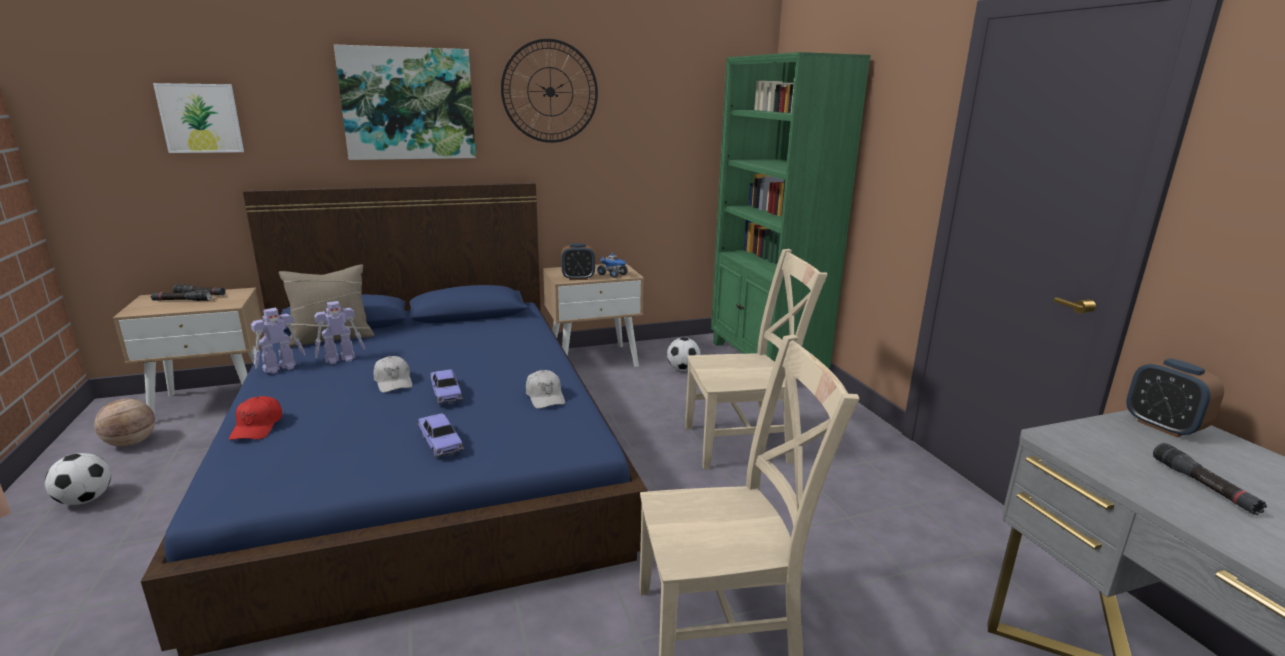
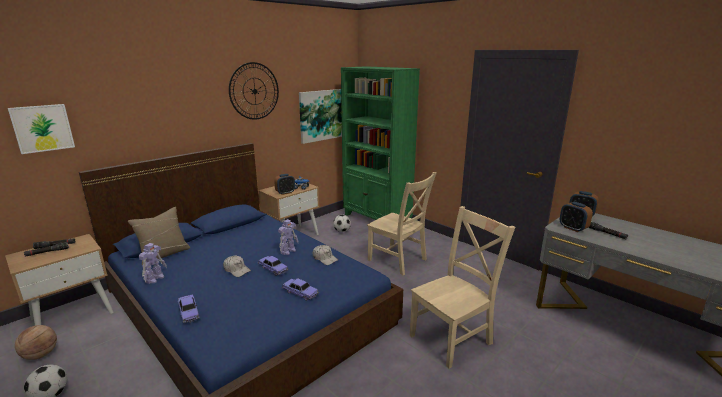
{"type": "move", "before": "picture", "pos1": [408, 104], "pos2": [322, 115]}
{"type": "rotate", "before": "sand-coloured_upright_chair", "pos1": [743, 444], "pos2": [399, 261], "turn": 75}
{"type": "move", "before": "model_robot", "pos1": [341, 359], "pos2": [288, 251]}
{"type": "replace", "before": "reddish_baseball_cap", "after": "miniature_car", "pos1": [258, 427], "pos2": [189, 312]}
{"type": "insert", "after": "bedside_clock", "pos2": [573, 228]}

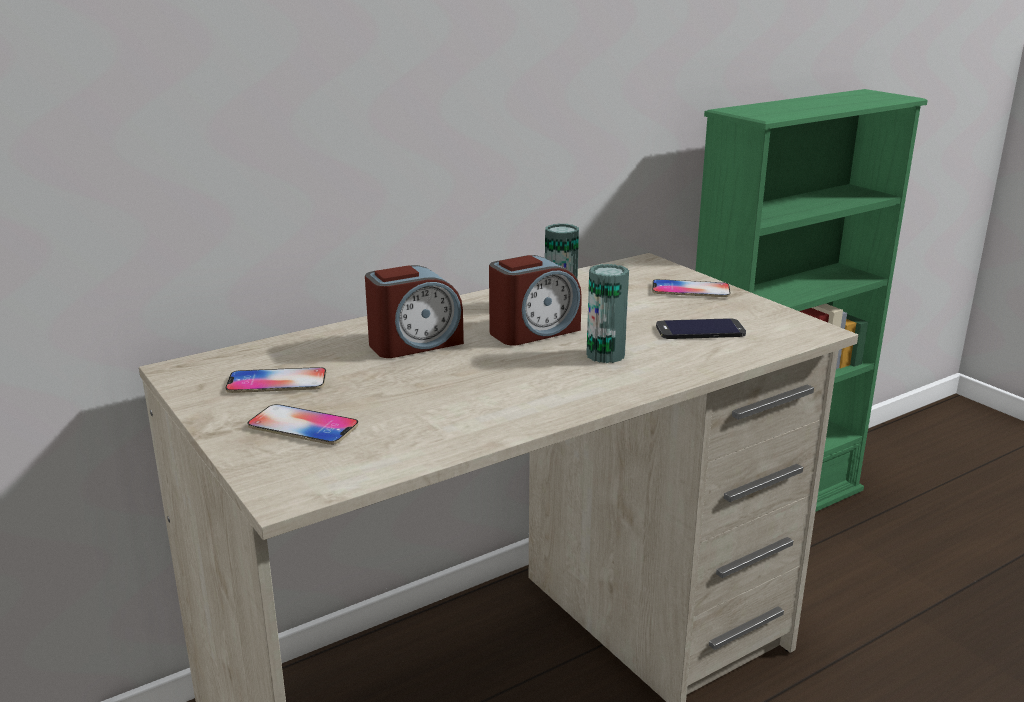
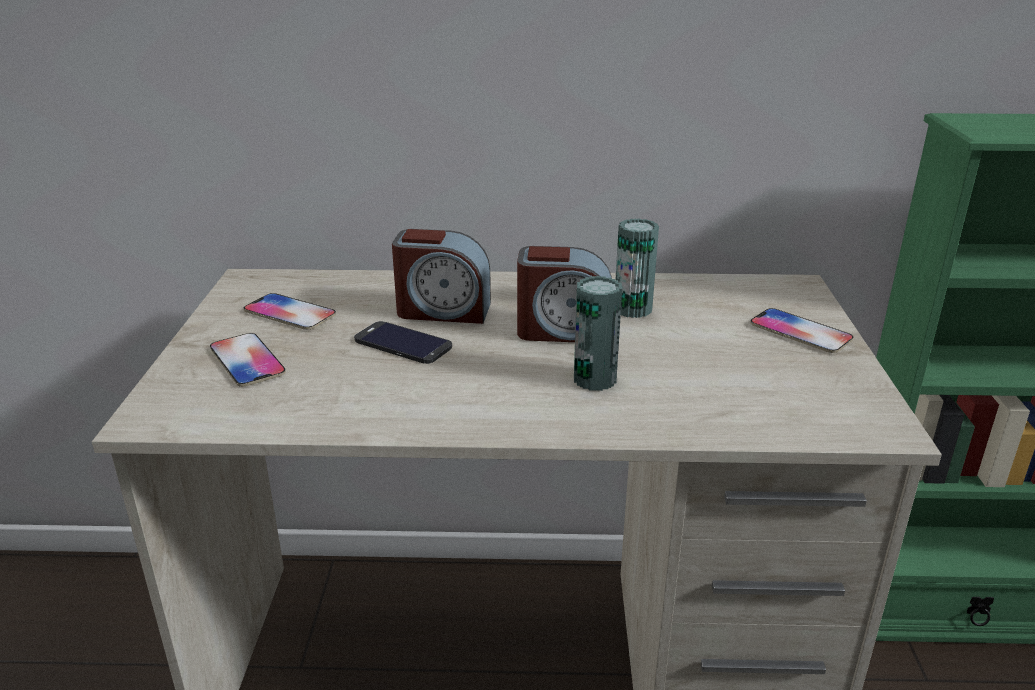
{"type": "move", "before": "phone", "pos1": [700, 330], "pos2": [403, 343]}

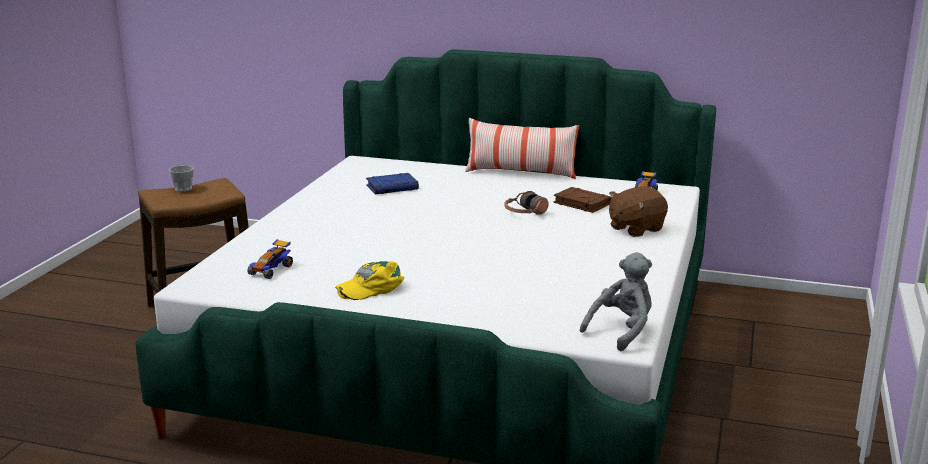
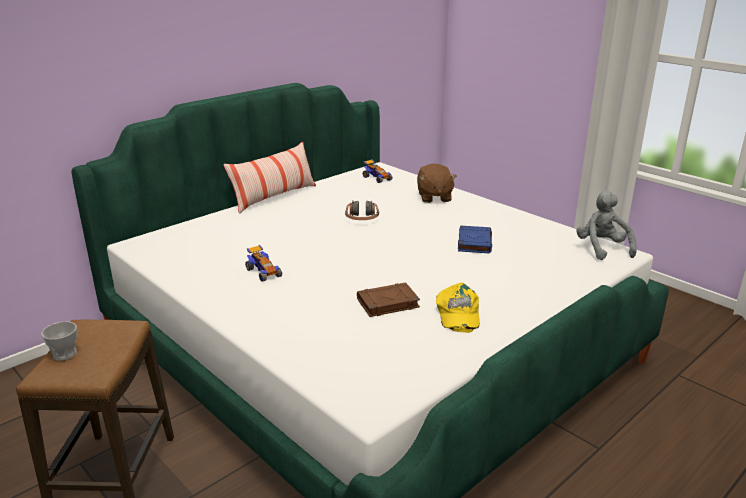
{"type": "move", "before": "blue_book", "pos1": [392, 187], "pos2": [474, 242]}
{"type": "move", "before": "brown_book", "pos1": [581, 203], "pos2": [387, 303]}
{"type": "move", "before": "miniature_car", "pos1": [271, 270], "pos2": [263, 272]}

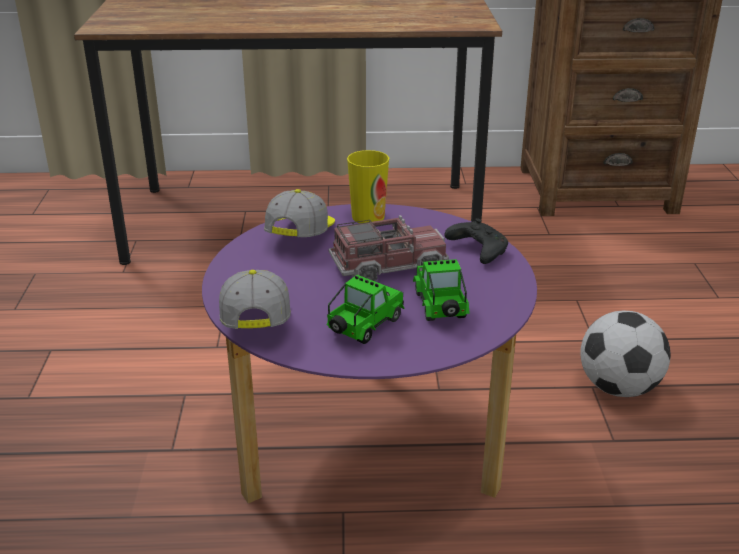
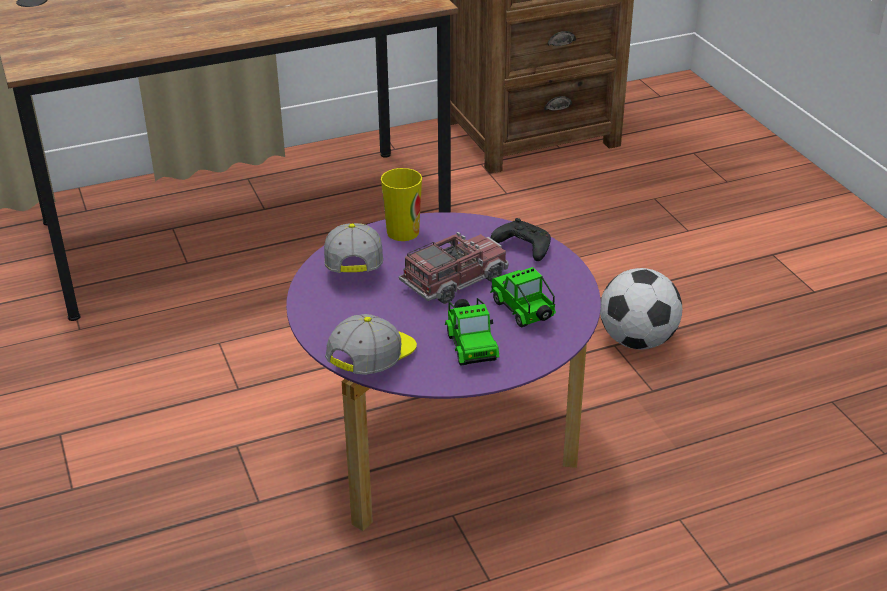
{"type": "rotate", "before": "baseball_cap", "pos1": [256, 321], "pos2": [373, 361], "turn": 60}
{"type": "rotate", "before": "miniature_car", "pos1": [363, 327], "pos2": [470, 345], "turn": 150}

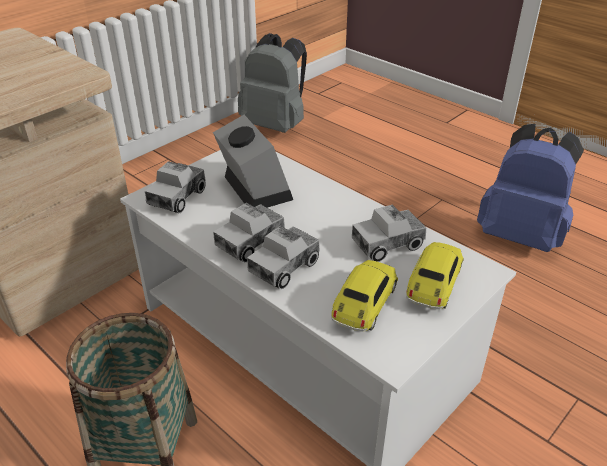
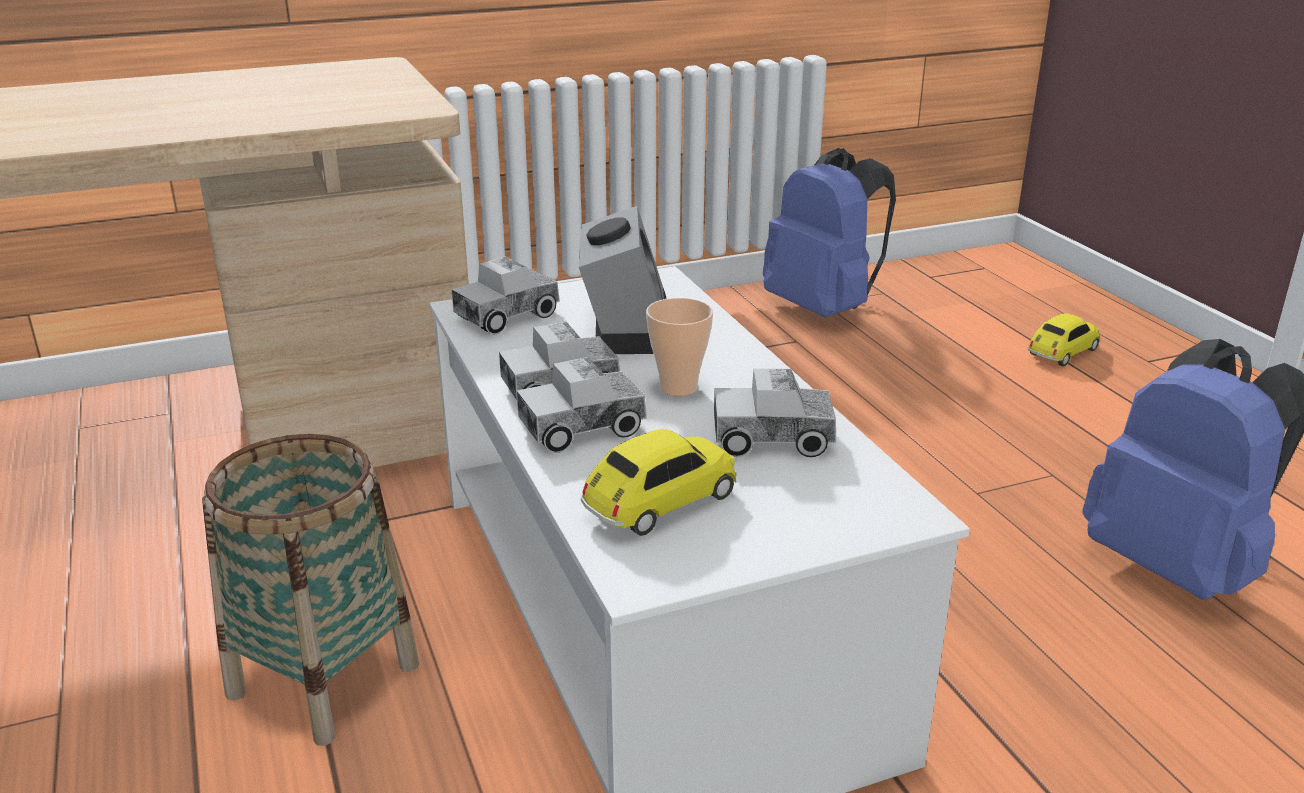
{"type": "recolor", "before": "gray_rucksack", "after": "blue_rucksack", "pos1": [276, 125], "pos2": [824, 309]}
{"type": "move", "before": "miniature_car", "pos1": [433, 285], "pos2": [1061, 353]}
{"type": "insert", "after": "small_cup", "pos2": [678, 387]}

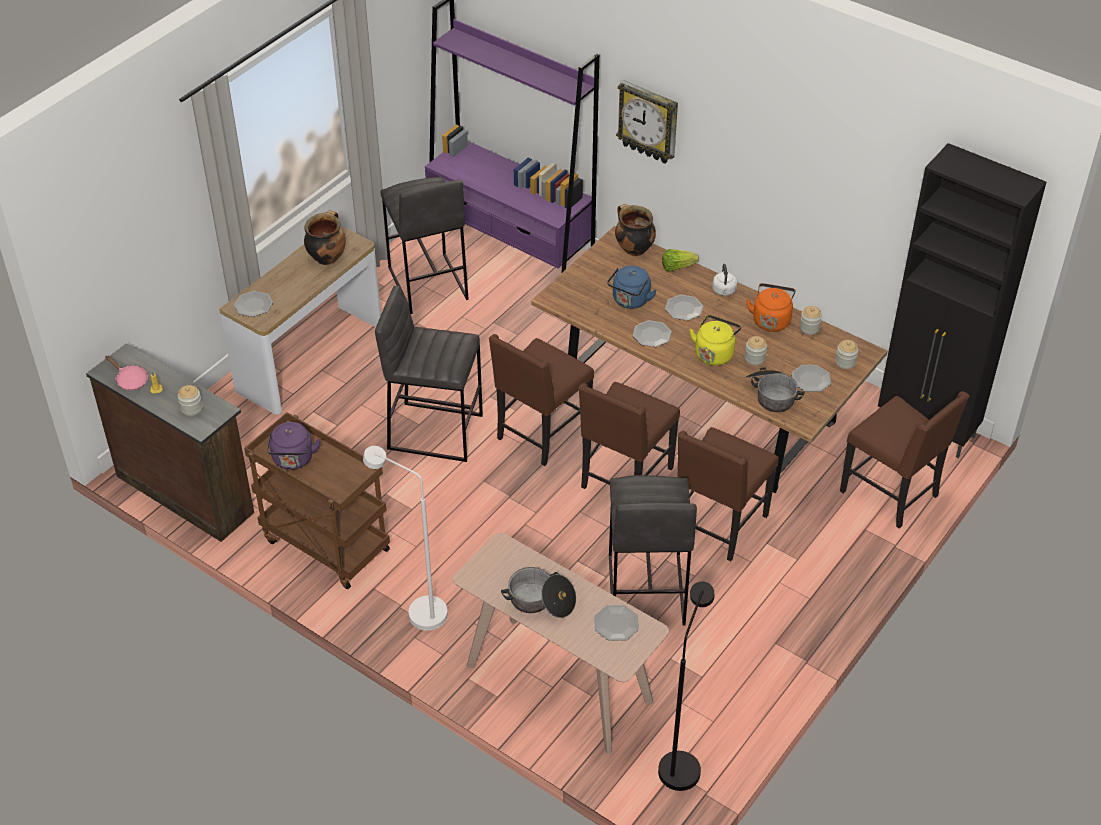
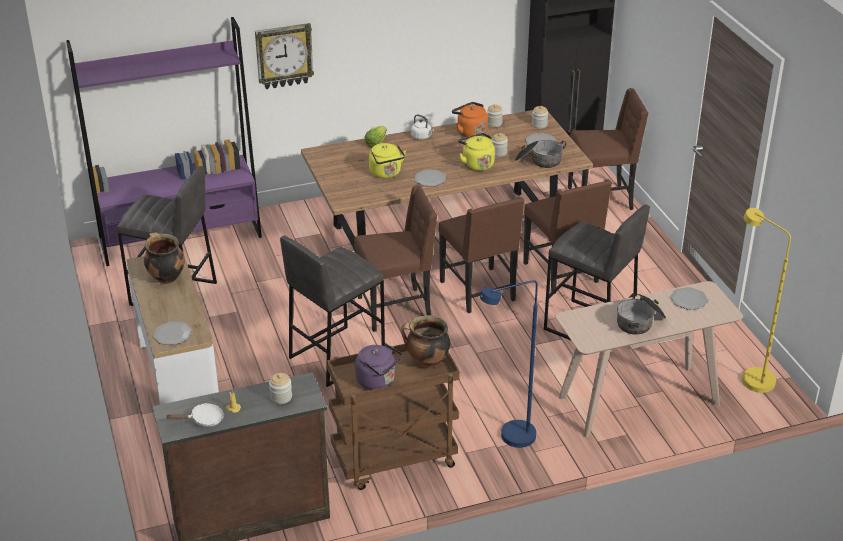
{"type": "move", "before": "cooking_pot", "pos1": [633, 249], "pos2": [426, 362]}
{"type": "recolor", "before": "blue_water_kettle", "after": "yellow-coloured_water_kettle", "pos1": [630, 301], "pos2": [386, 173]}
{"type": "delete", "before": "dinner_plate", "pos1": [684, 308]}
{"type": "rotate", "before": "brown_upright_chair", "pos1": [541, 434], "pos2": [396, 308], "turn": -90}
{"type": "recolor", "before": "pink-coloured_skillet", "after": "white_skillet", "pos1": [130, 380], "pos2": [203, 420]}
{"type": "recolor", "before": "white_floor_lamp", "after": "blue_floor_lamp", "pos1": [417, 611], "pos2": [509, 439]}
{"type": "recolor", "before": "black-coloured_floor_lamp", "after": "yellow-coloured_floor_lamp", "pos1": [681, 762], "pos2": [750, 377]}

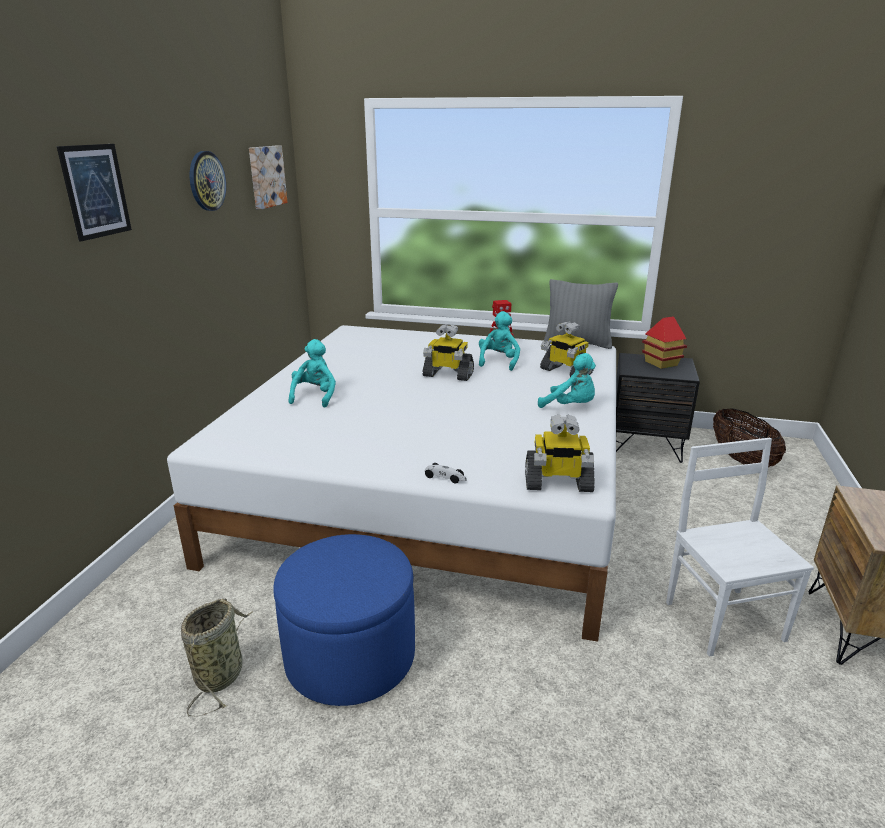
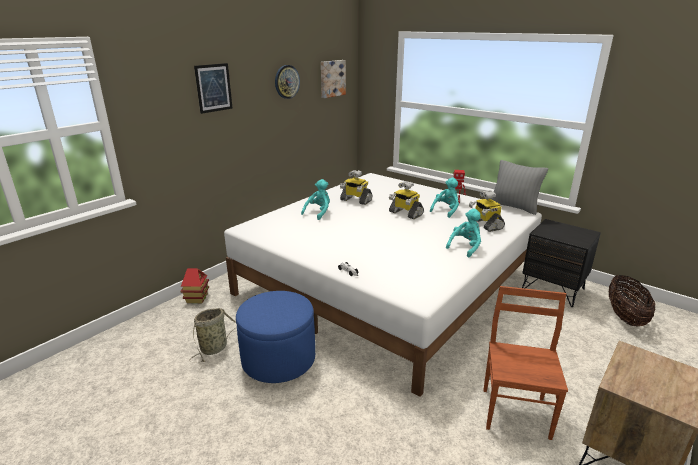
{"type": "move", "before": "miniature_house", "pos1": [661, 363], "pos2": [197, 298]}
{"type": "rotate", "before": "turquoise_plush_toy", "pos1": [570, 406], "pos2": [465, 247], "turn": -105}
{"type": "move", "before": "model_robot", "pos1": [557, 483], "pos2": [355, 200]}
{"type": "recolor", "before": "white_upright_chair", "after": "brown_upright_chair", "pos1": [724, 619], "pos2": [516, 412]}

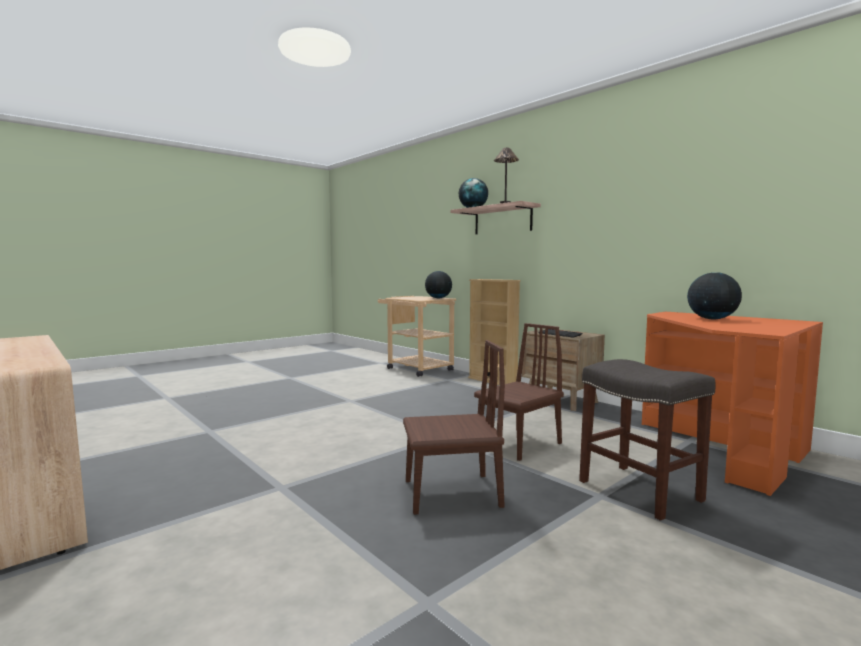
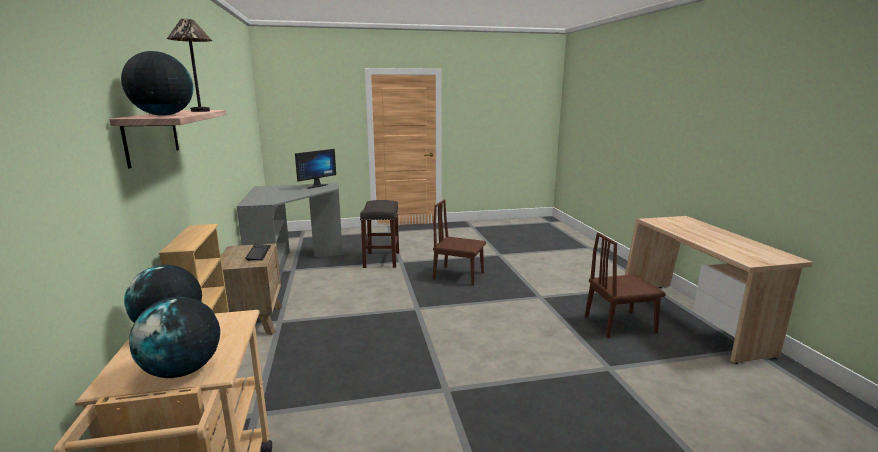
{"type": "move", "before": "globe", "pos1": [712, 319], "pos2": [183, 370]}
{"type": "recolor", "before": "orange-coloured_desk_unit", "after": "gray_desk_unit", "pos1": [719, 447], "pos2": [293, 264]}
{"type": "move", "before": "brown_upright_chair", "pos1": [518, 443], "pos2": [620, 324]}
{"type": "insert", "after": "computer_display", "pos2": [315, 186]}

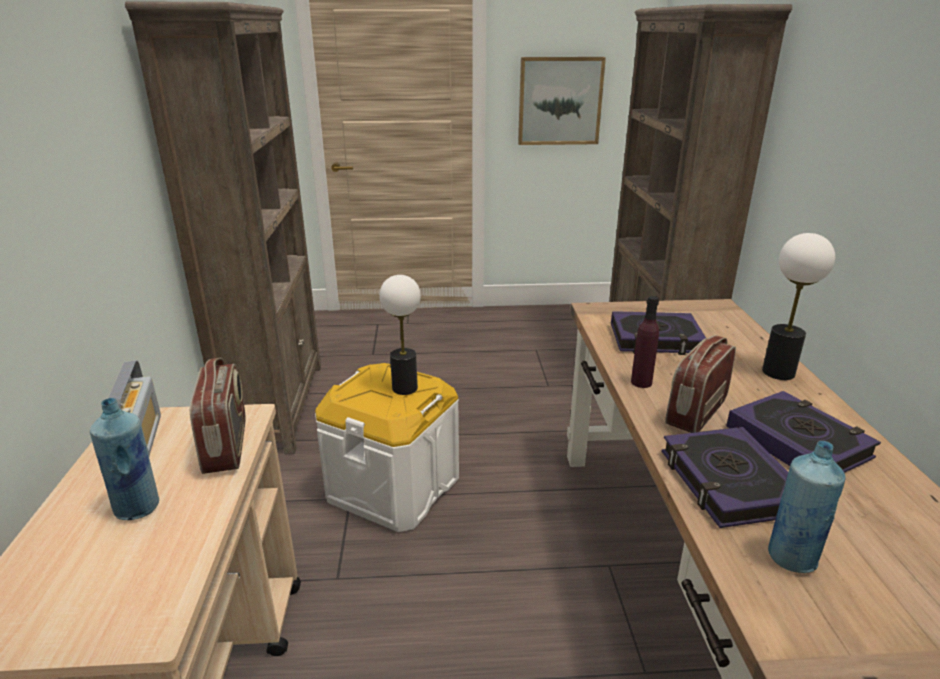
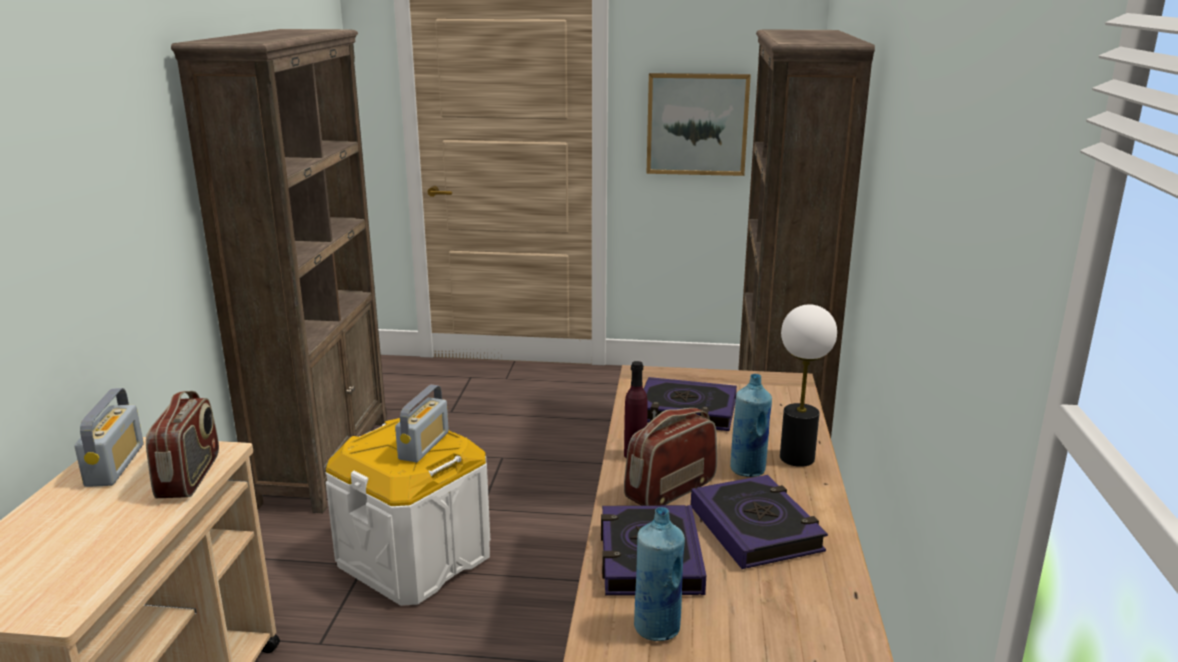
{"type": "replace", "before": "tabletop_lamp", "after": "radio_receiver", "pos1": [404, 388], "pos2": [424, 445]}
{"type": "move", "before": "blue_drink_bottle", "pos1": [138, 508], "pos2": [748, 470]}

